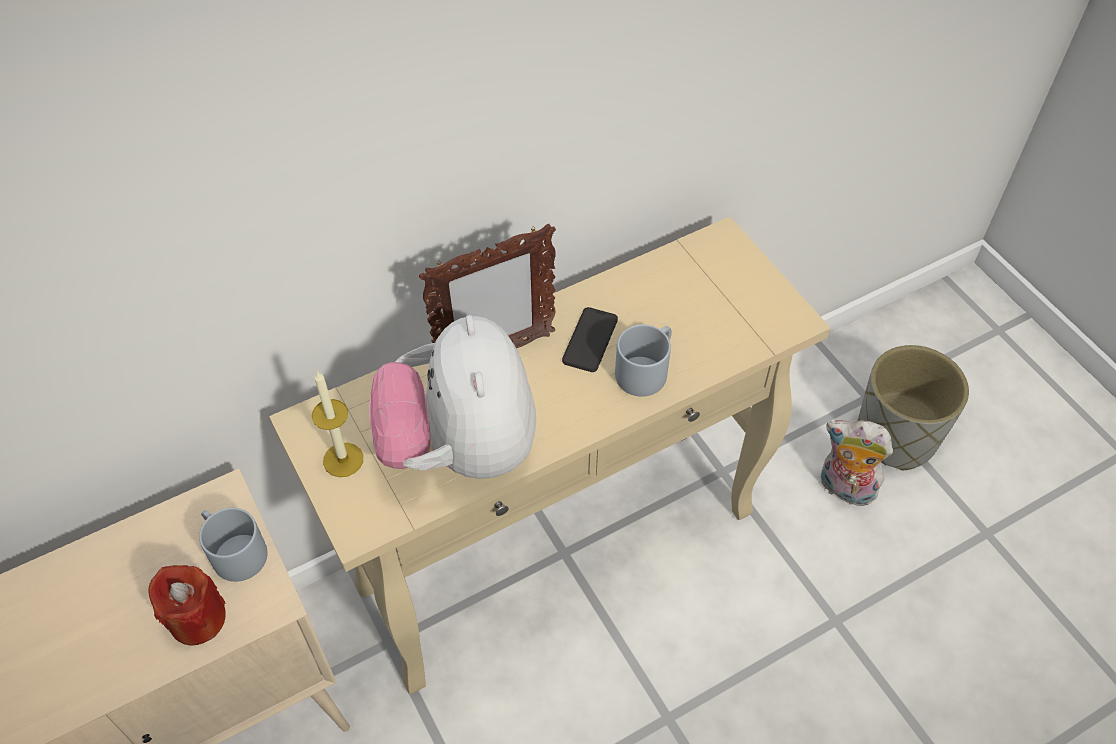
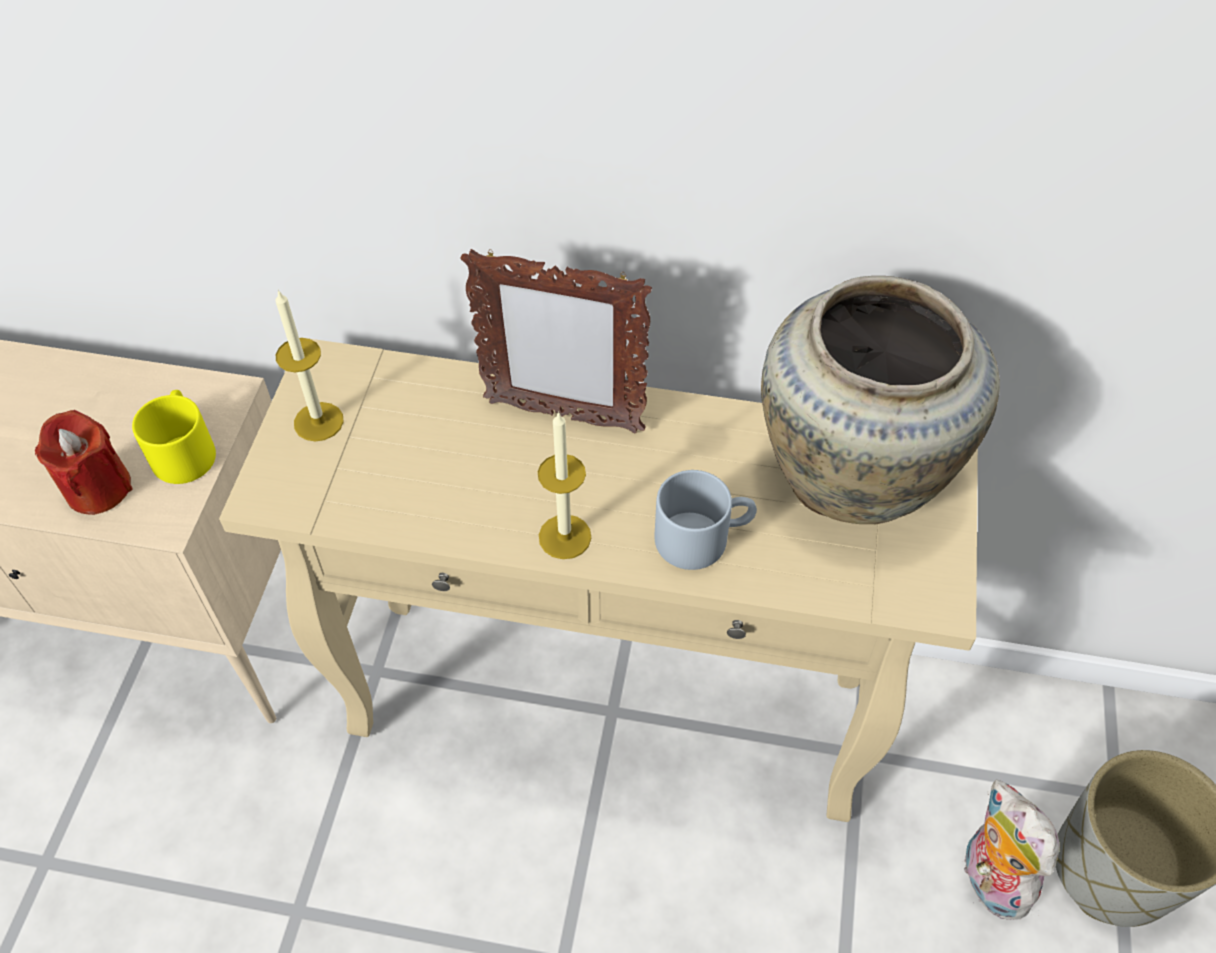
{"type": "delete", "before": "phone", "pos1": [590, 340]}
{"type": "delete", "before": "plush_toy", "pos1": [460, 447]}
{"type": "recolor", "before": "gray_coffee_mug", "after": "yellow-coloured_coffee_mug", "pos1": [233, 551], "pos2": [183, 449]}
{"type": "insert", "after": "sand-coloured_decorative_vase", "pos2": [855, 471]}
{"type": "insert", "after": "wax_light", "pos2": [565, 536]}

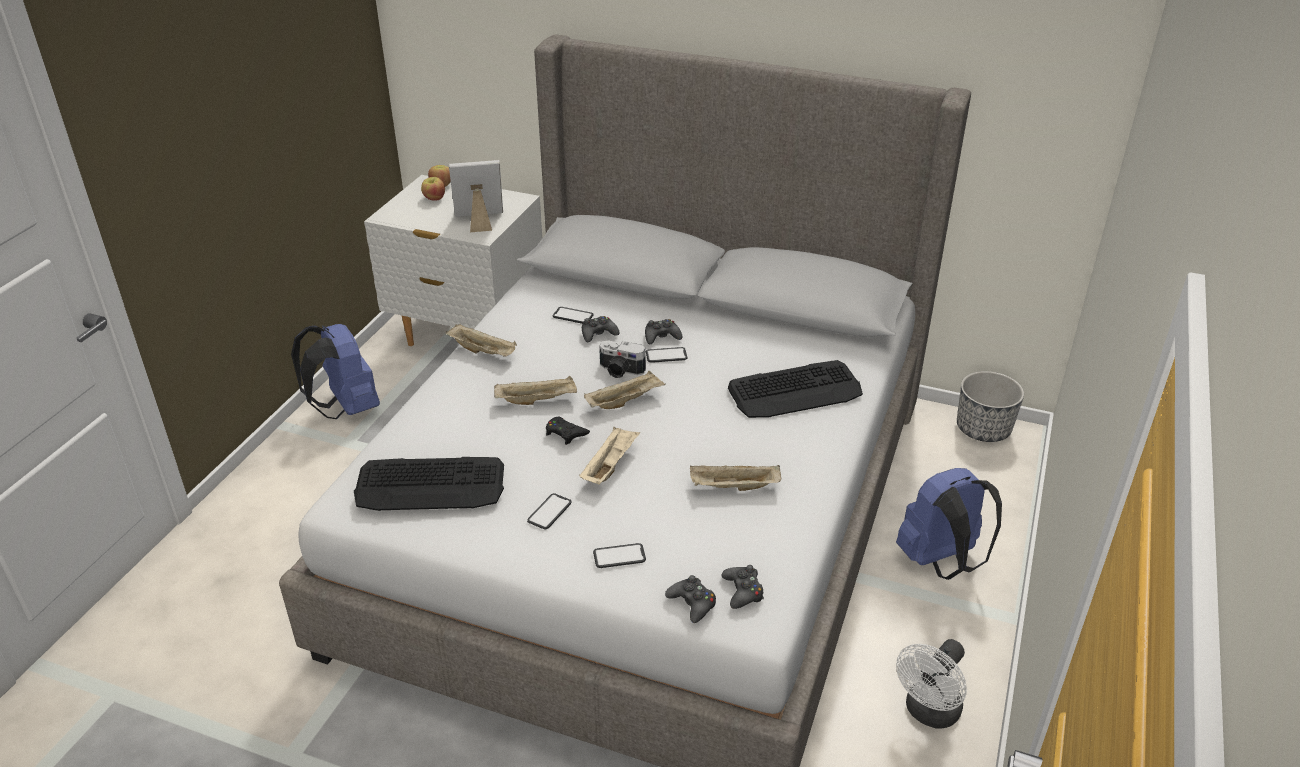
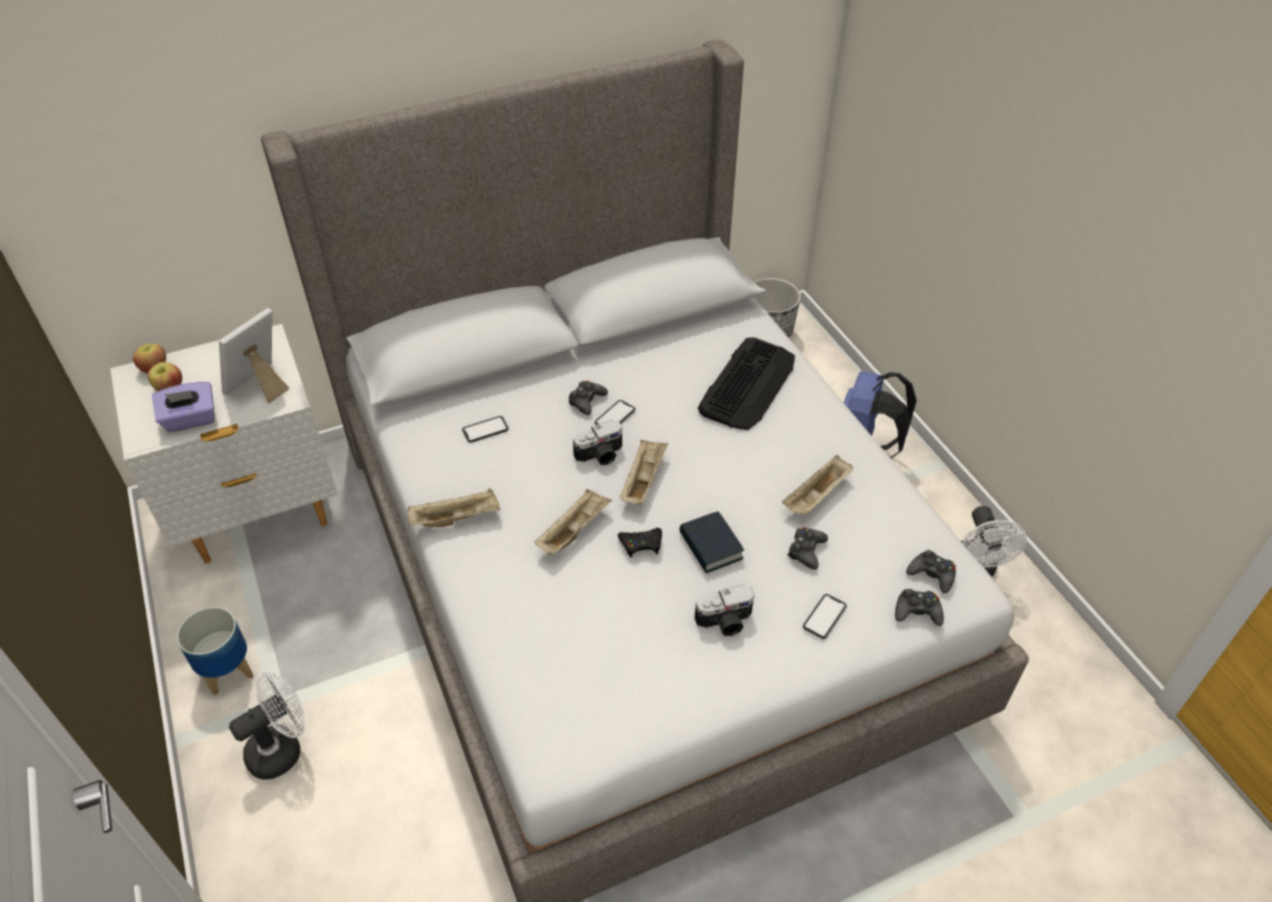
{"type": "move", "before": "black-coloured_joypad", "pos1": [598, 334], "pos2": [806, 551]}
{"type": "replace", "before": "blue_rucksack", "after": "flower_pot", "pos1": [346, 408], "pos2": [227, 672]}
{"type": "replace", "before": "sand-coloured_serving_tray", "after": "book", "pos1": [610, 466], "pos2": [710, 546]}
{"type": "delete", "before": "computer_keyboard", "pos1": [431, 485]}
{"type": "replace", "before": "phone", "after": "still_camera", "pos1": [549, 512], "pos2": [725, 622]}
{"type": "insert", "after": "purple_box_of_tissues", "pos2": [190, 420]}
{"type": "insert", "after": "white_cooling_fan", "pos2": [282, 748]}

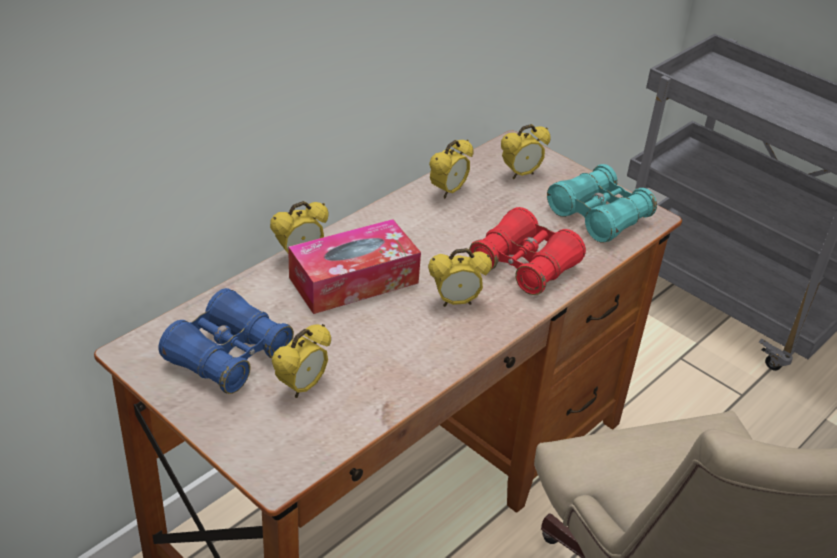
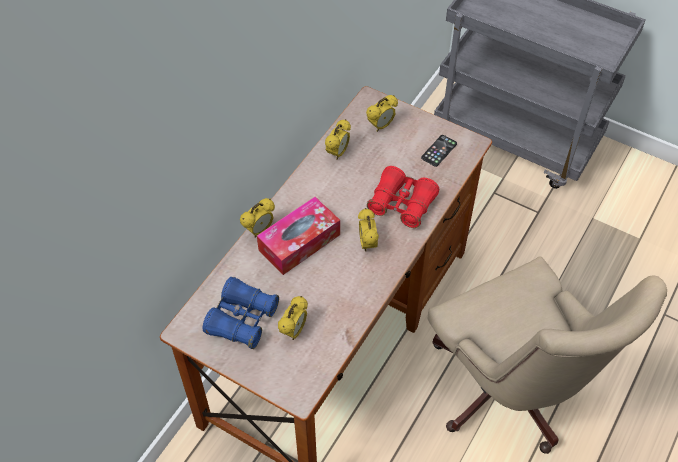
{"type": "replace", "before": "turquoise_binoculars", "after": "phone", "pos1": [598, 216], "pos2": [439, 151]}
{"type": "rotate", "before": "bedside_clock", "pos1": [456, 302], "pos2": [367, 244], "turn": 105}

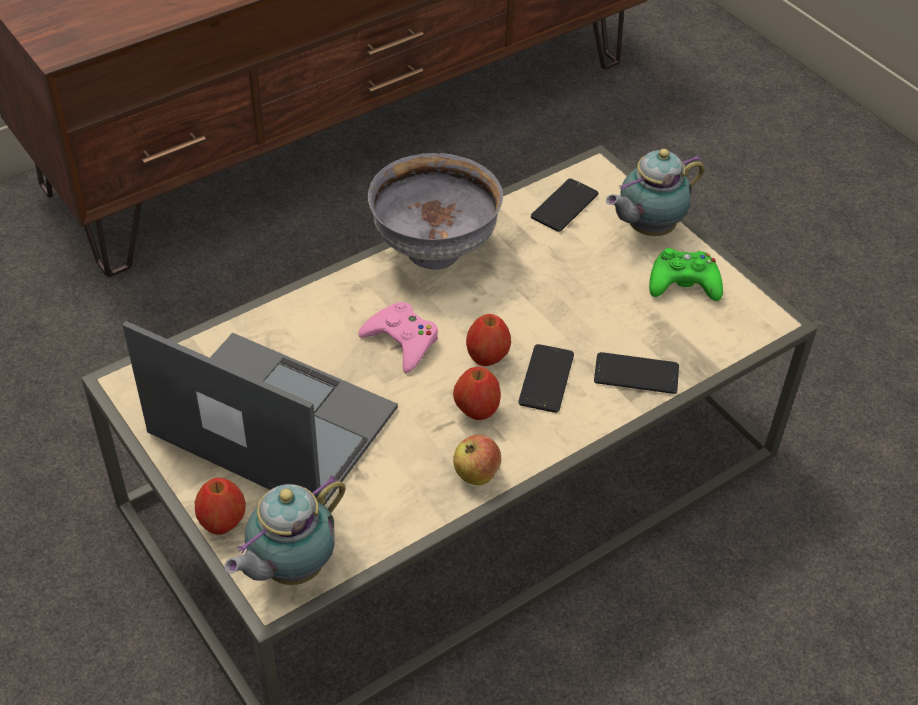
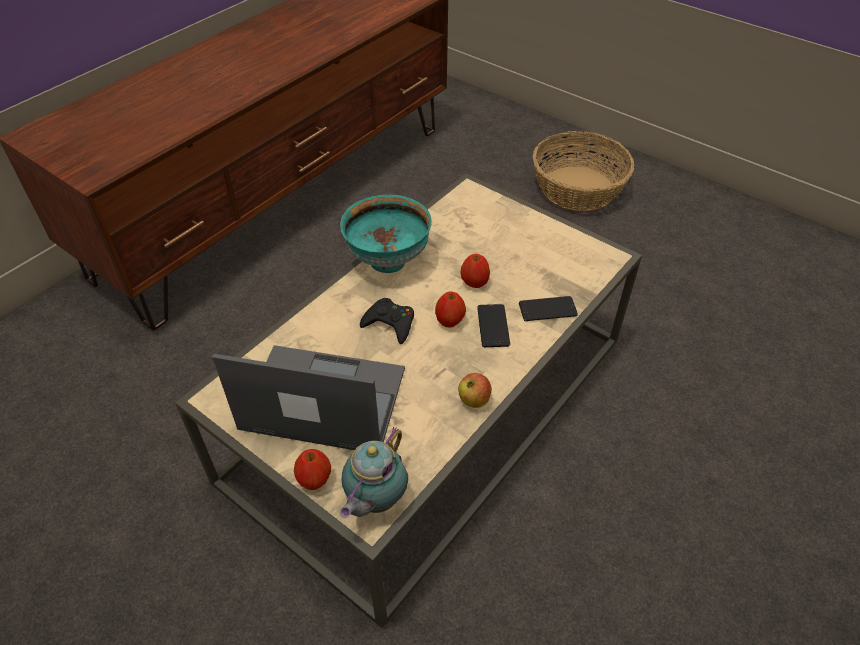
{"type": "delete", "before": "teapot", "pos1": [647, 229]}
{"type": "recolor", "before": "gray_deep_dish", "after": "turquoise_deep_dish", "pos1": [433, 250], "pos2": [387, 260]}
{"type": "delete", "before": "phone", "pos1": [564, 206]}
{"type": "delete", "before": "green-coloured_joypad", "pos1": [683, 283]}
{"type": "recolor", "before": "pink-coloured_joypad", "after": "black-coloured_joypad", "pos1": [402, 341], "pos2": [390, 324]}
{"type": "move", "before": "apple_fruit", "pos1": [476, 410], "pos2": [474, 283]}
{"type": "insert", "after": "storage_basket", "pos2": [578, 188]}

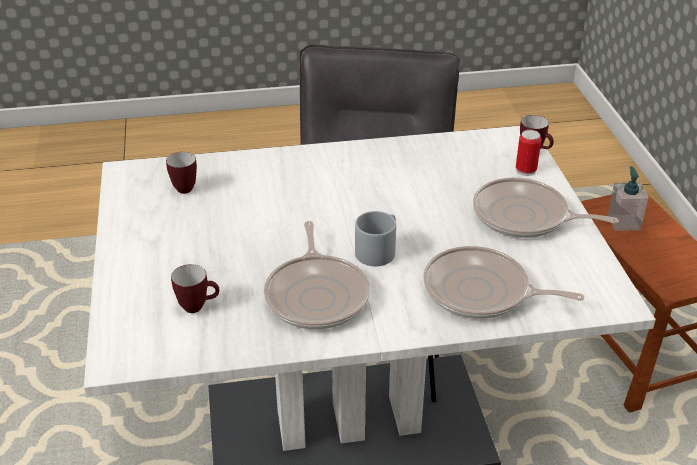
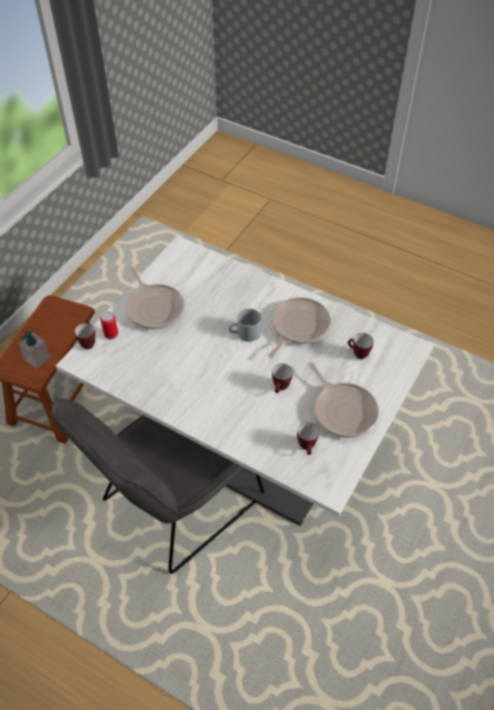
{"type": "move", "before": "skillet", "pos1": [481, 292], "pos2": [343, 410]}
{"type": "insert", "after": "coffee_mug", "pos2": [280, 388]}

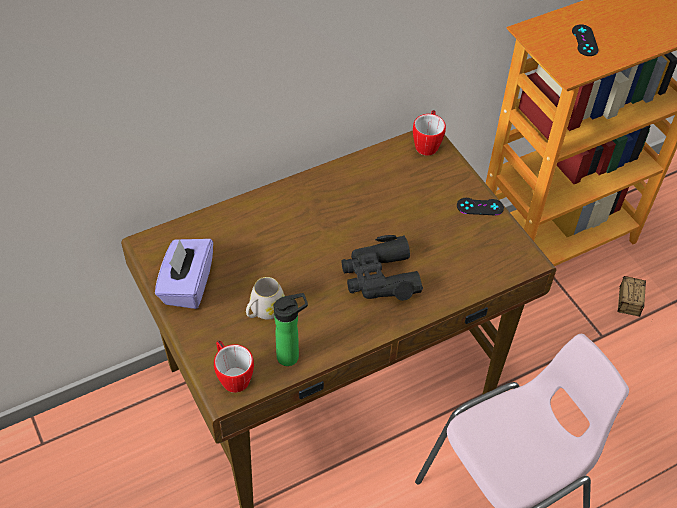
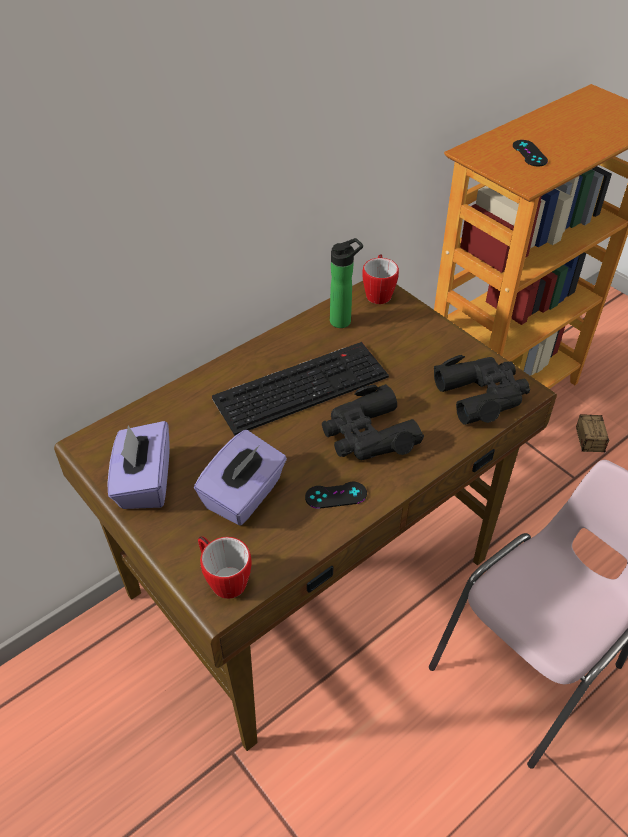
{"type": "move", "before": "black-coloured_joypad", "pos1": [480, 207], "pos2": [336, 495]}
{"type": "replace", "before": "white_coffee_mug", "after": "purple_box_of_tissues", "pos1": [264, 311], "pos2": [244, 495]}
{"type": "move", "before": "drink_bottle", "pos1": [291, 356], "pos2": [343, 320]}
{"type": "insert", "after": "computer_keyboard", "pos2": [302, 385]}
{"type": "insert", "after": "black-coloured_binoculars", "pos2": [481, 395]}

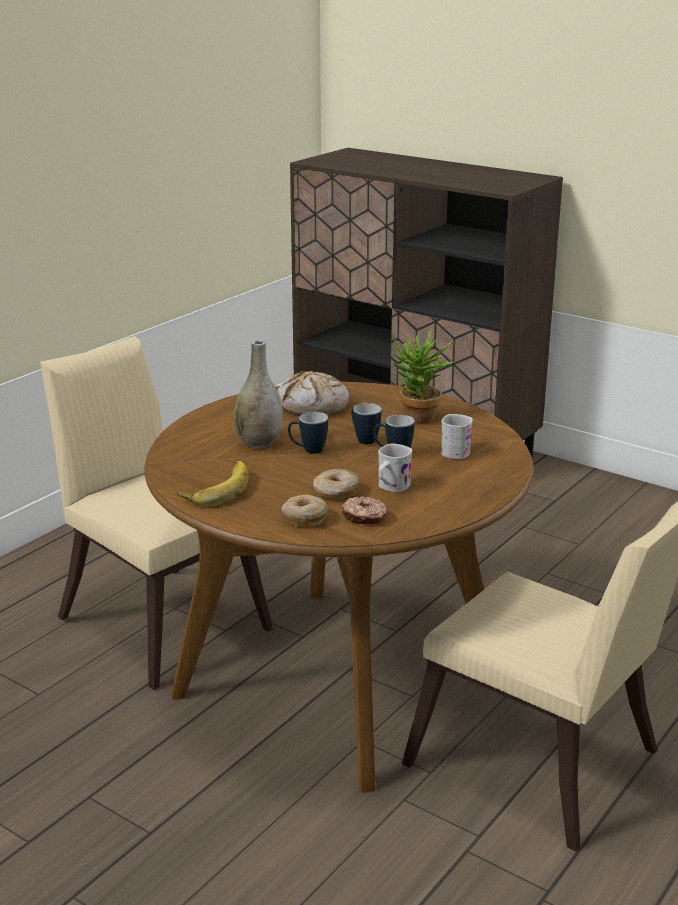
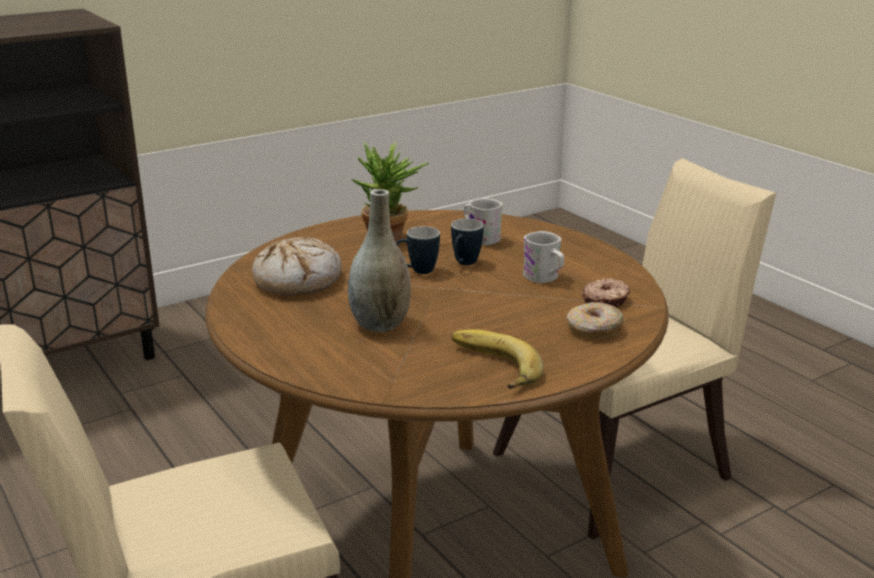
{"type": "delete", "before": "coffee_mug", "pos1": [308, 450]}
{"type": "delete", "before": "donut", "pos1": [336, 492]}

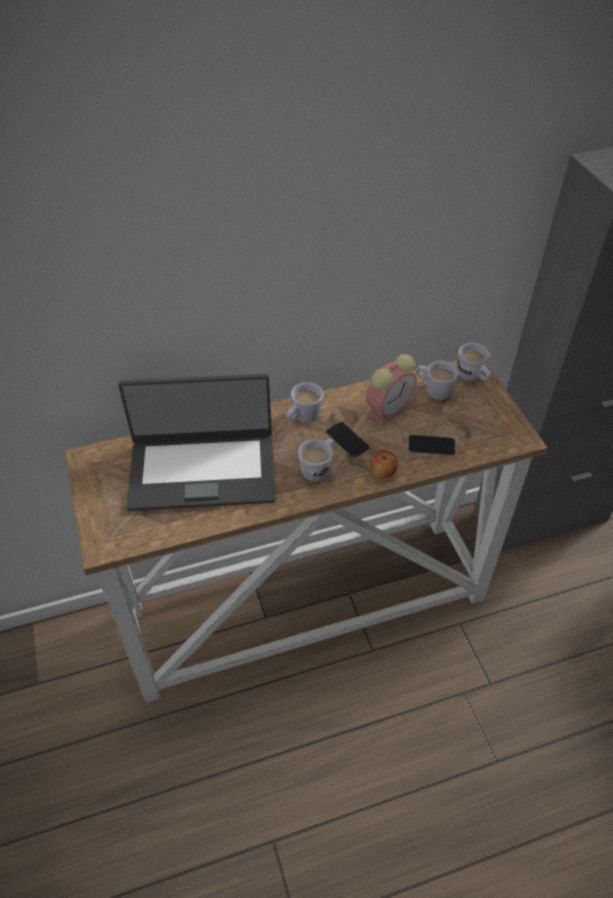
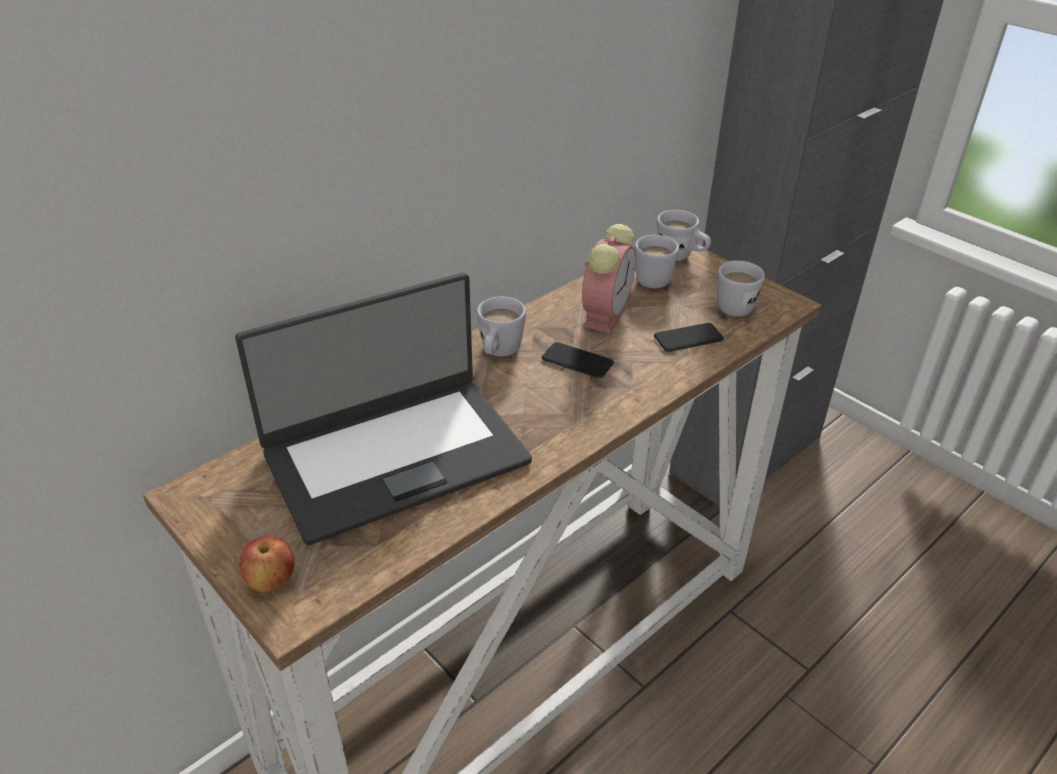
{"type": "move", "before": "white_coffee_mug", "pos1": [318, 469], "pos2": [734, 304]}
{"type": "move", "before": "apple_fruit", "pos1": [382, 473], "pos2": [271, 581]}

